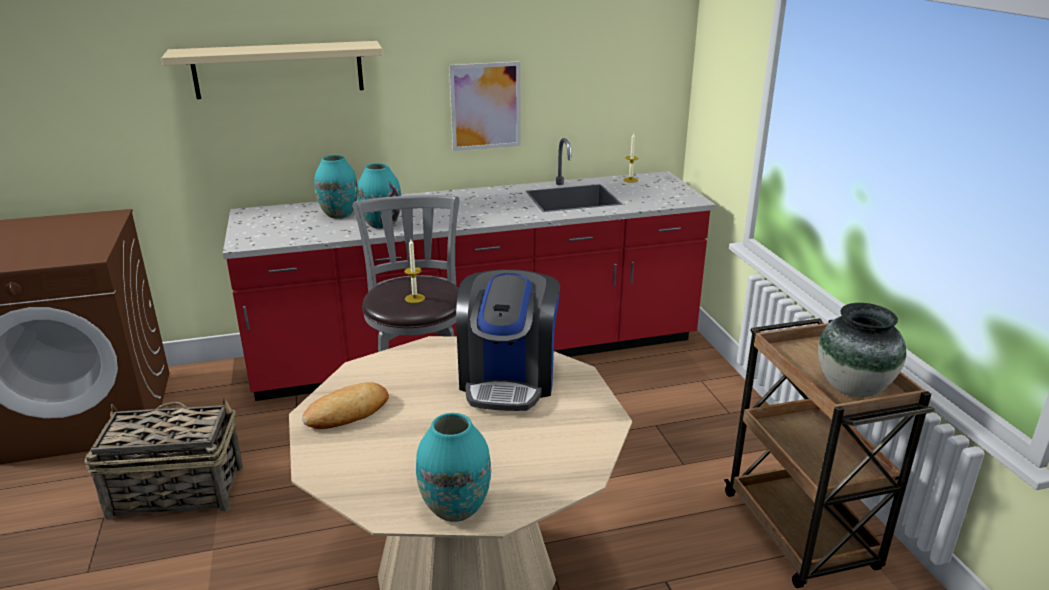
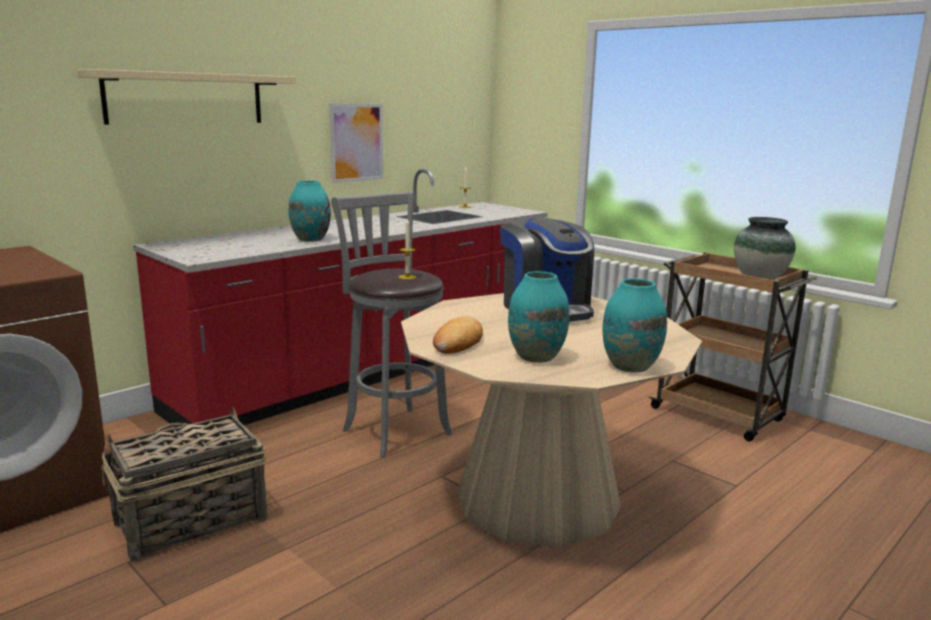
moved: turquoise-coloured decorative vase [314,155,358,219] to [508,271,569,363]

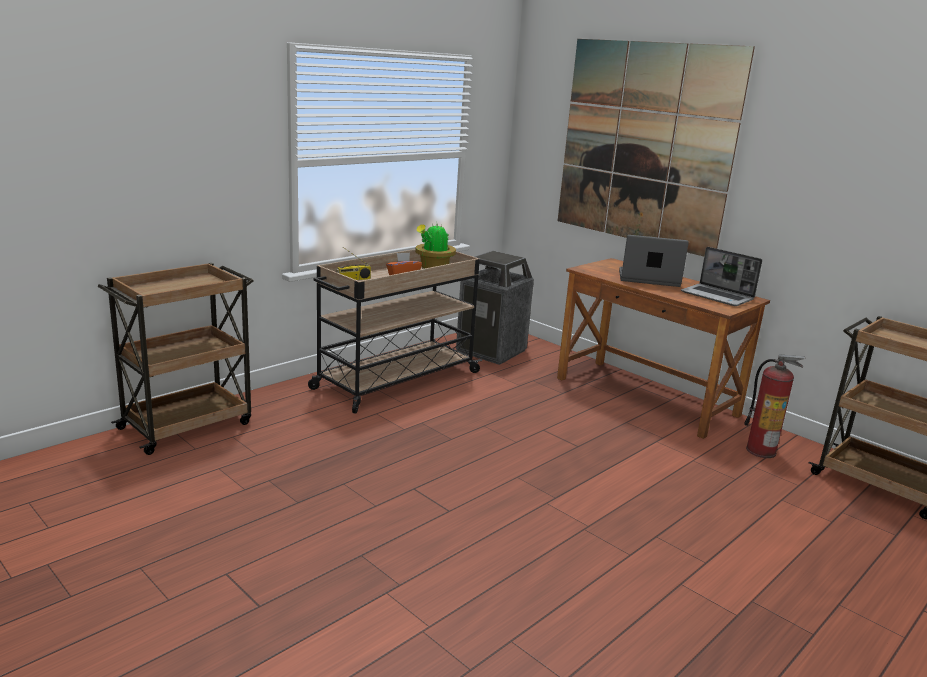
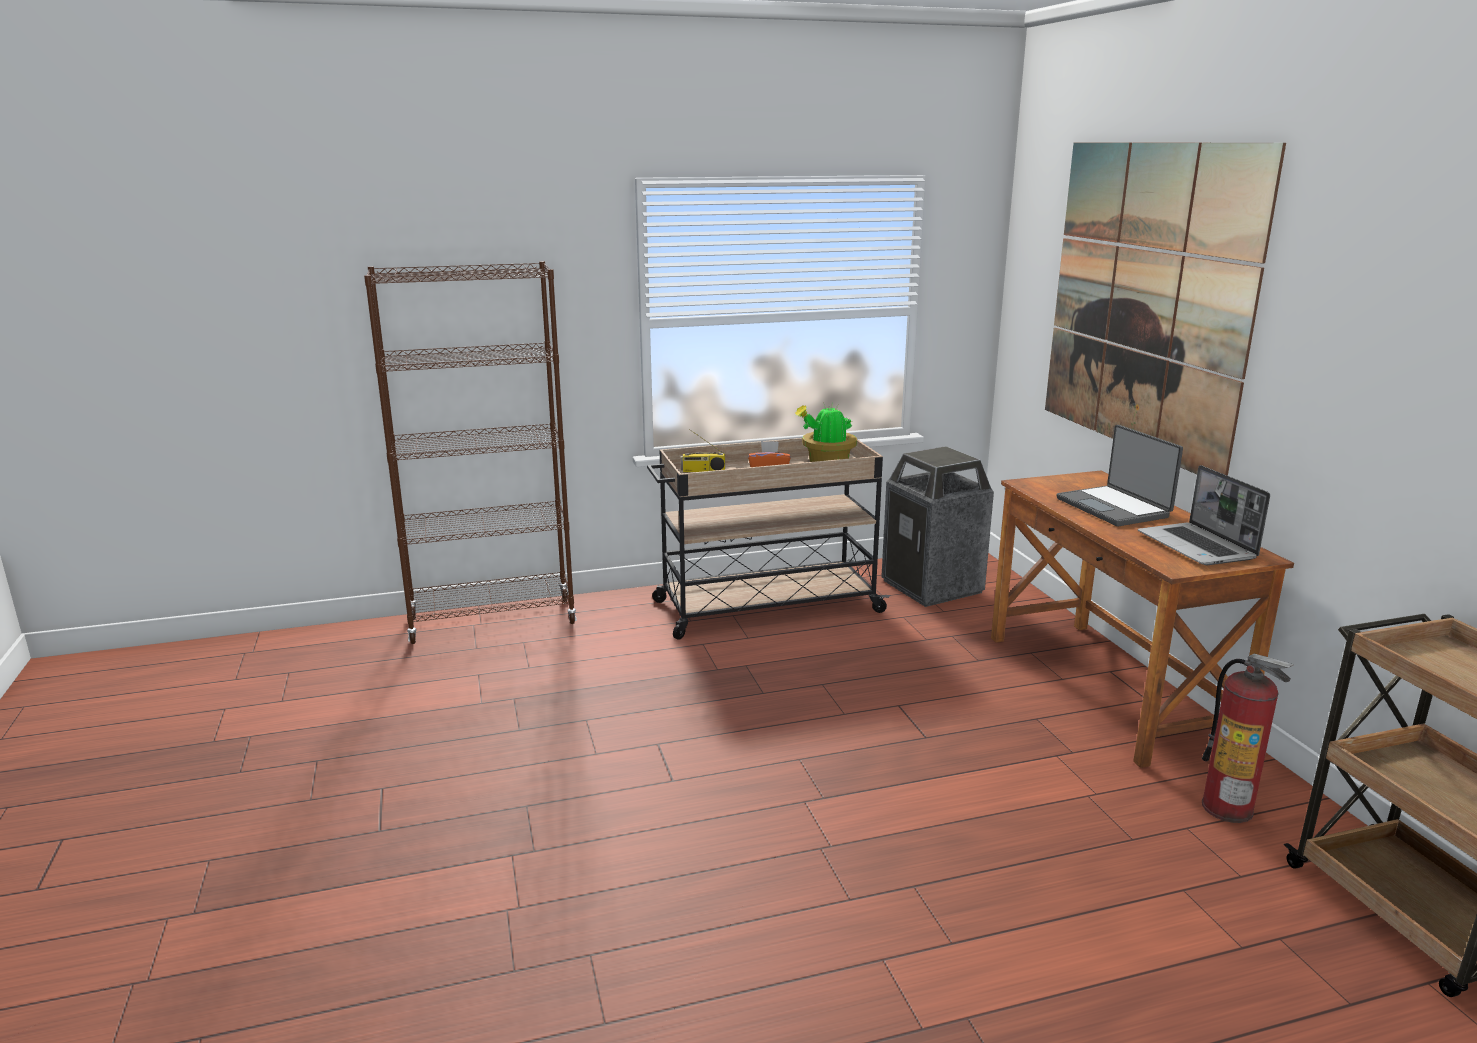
replaced: brownish trolley [98,263,253,455] to brownish bookshelf [364,261,577,644]
turned: laptop [619,235,689,287] = [1056,425,1183,526] 150 degrees counterclockwise

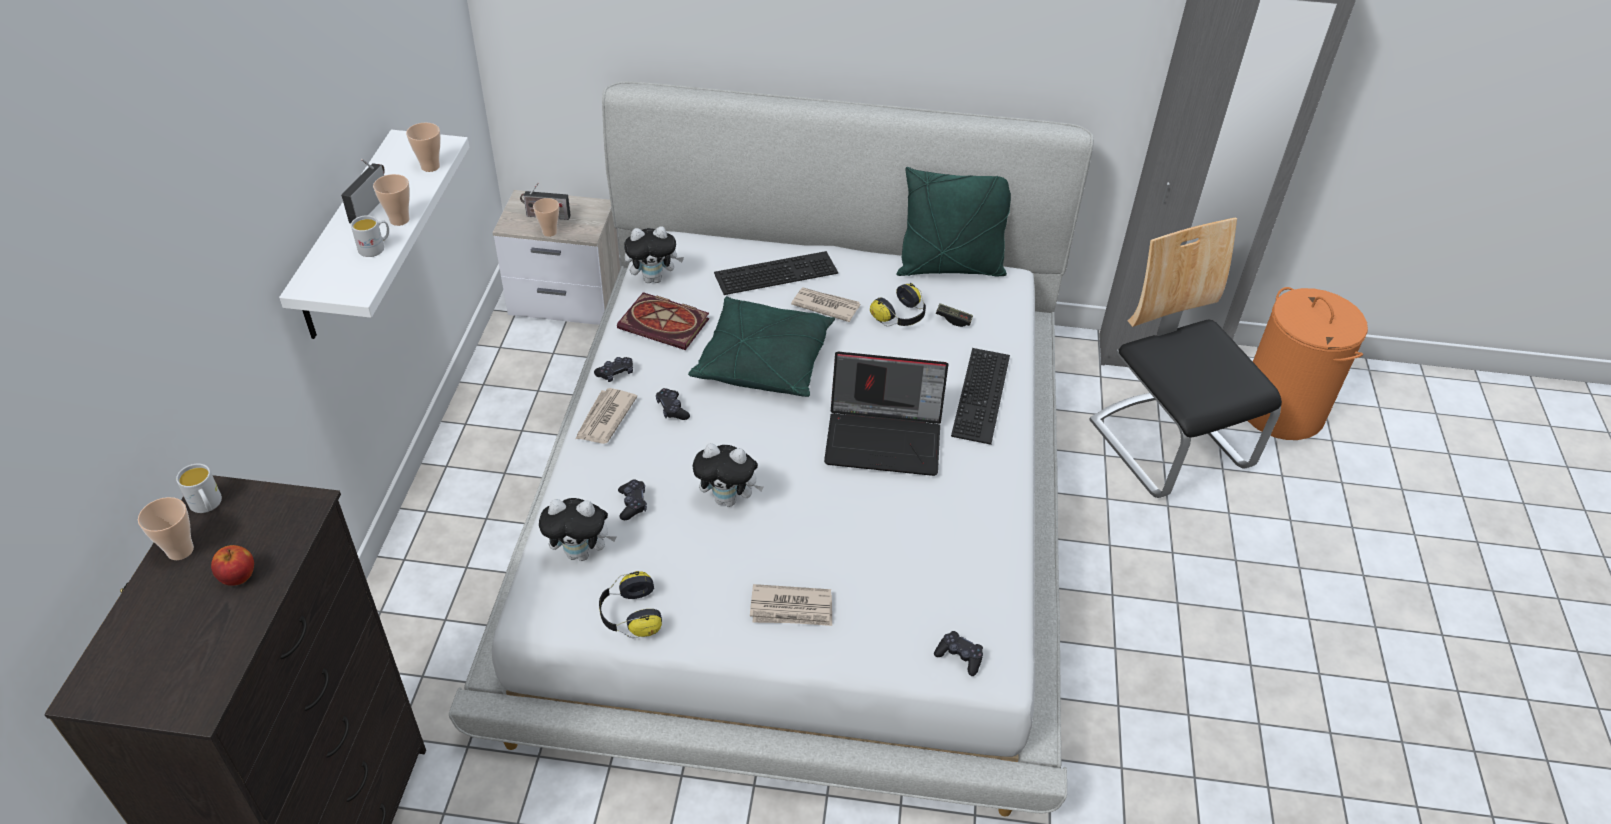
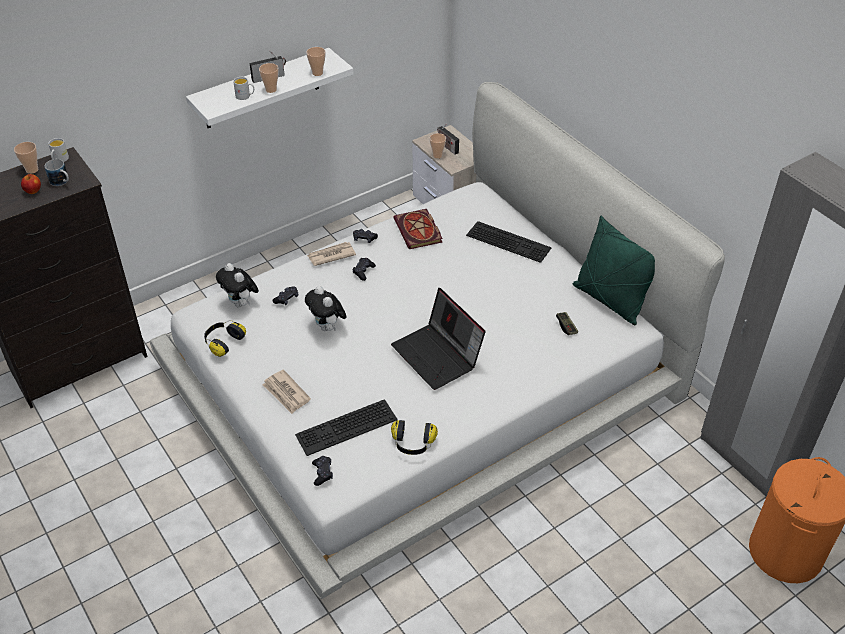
removed: plush toy [624,226,684,283]; green pillow [688,296,835,397]; daily paper [791,287,860,322]; chair [1089,217,1282,498]
added: tea mug [44,159,69,186]
moved: pair of headphones [870,283,926,327] to [391,420,438,455]; PC keyboard [951,348,1010,445] to [295,399,398,456]

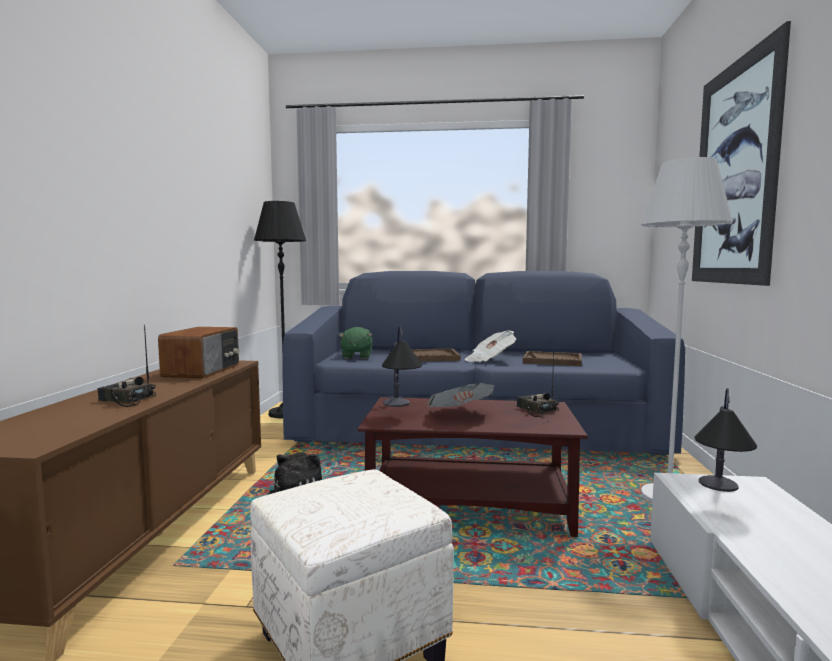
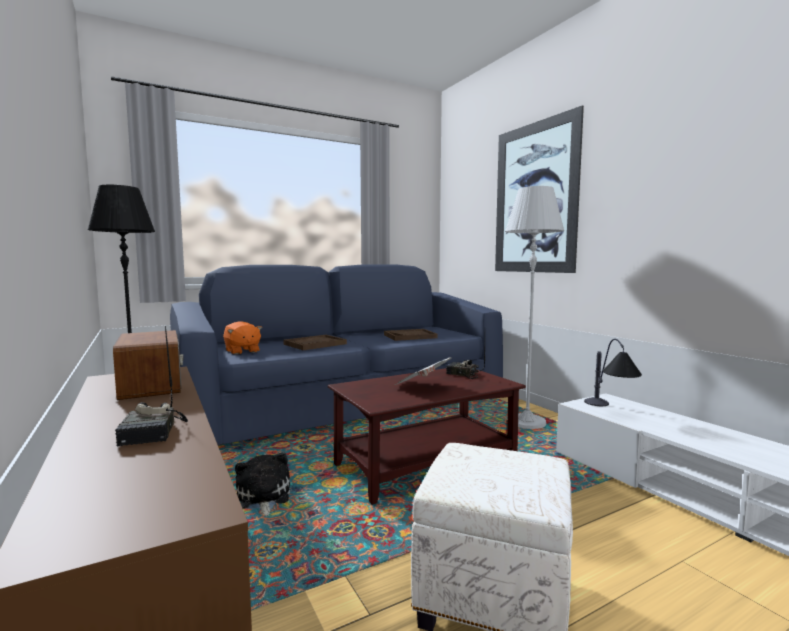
removed: tabletop lamp [382,326,422,407]; daily paper [465,330,516,362]
recoloured: green plush toy [338,327,373,359] to orange plush toy [223,321,262,355]
turned: radio receiver [98,325,156,407] = [115,326,188,447] 90 degrees counterclockwise

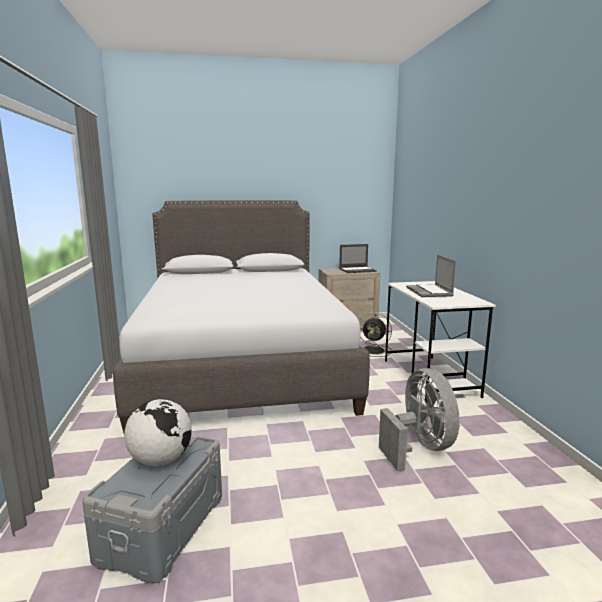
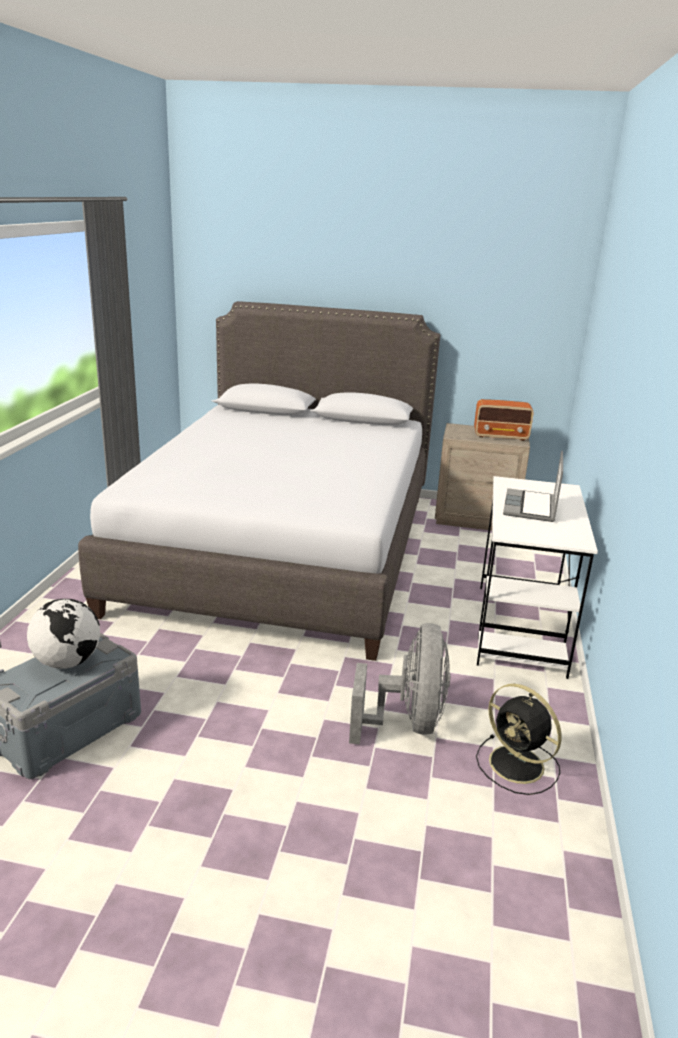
moved: black-coloured electric fan [359,312,392,357] to [476,684,562,795]
replaced: laptop [339,244,377,273] to radio receiver [474,399,533,441]

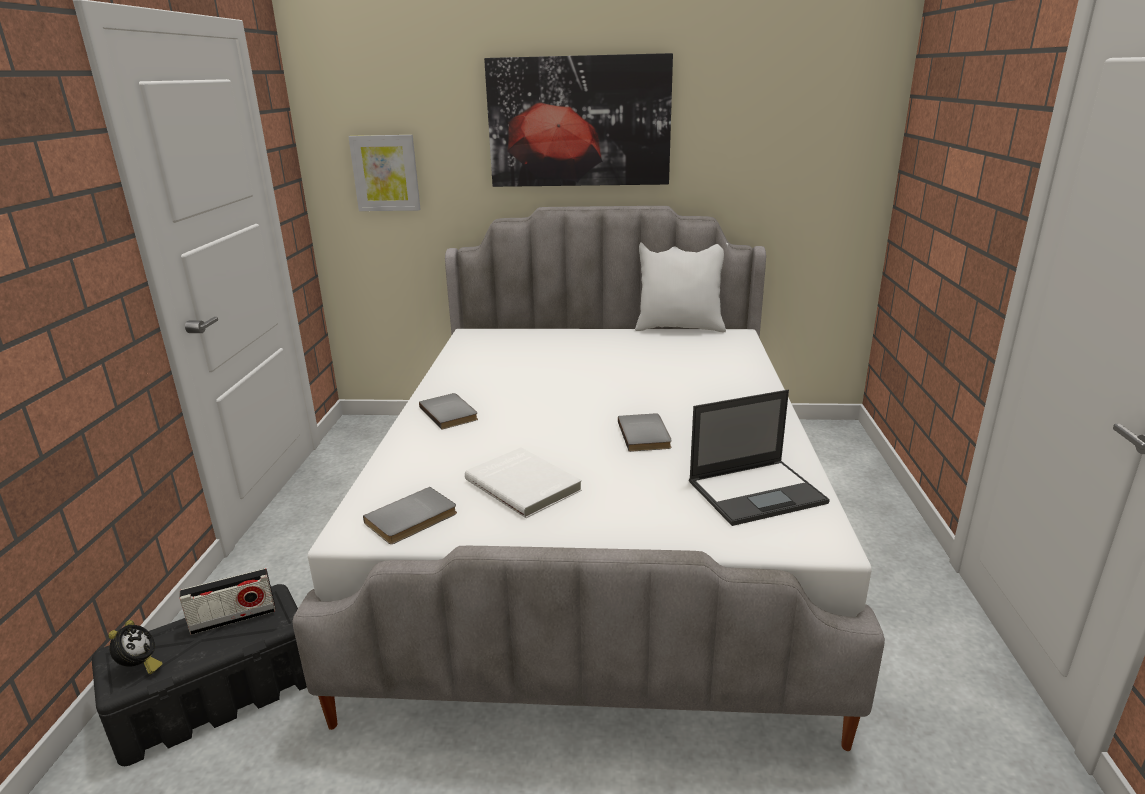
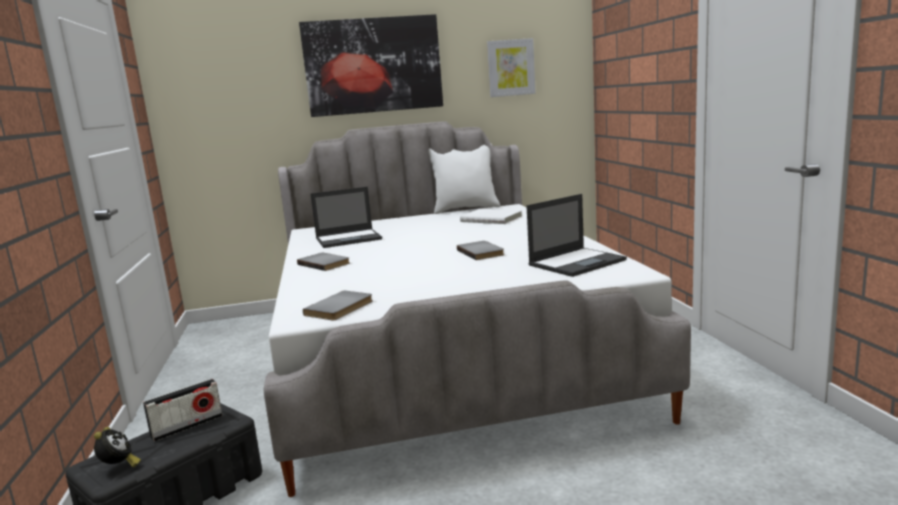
added: laptop [311,187,382,248]
moved: wall picture [348,135,421,211] to [487,38,535,97]; white book [465,447,582,518] to [460,209,522,224]

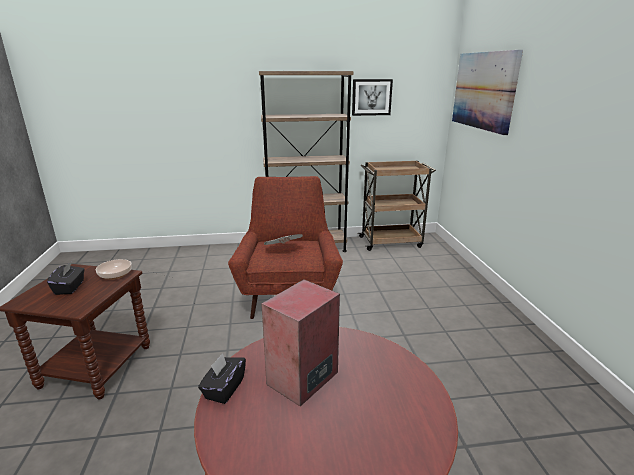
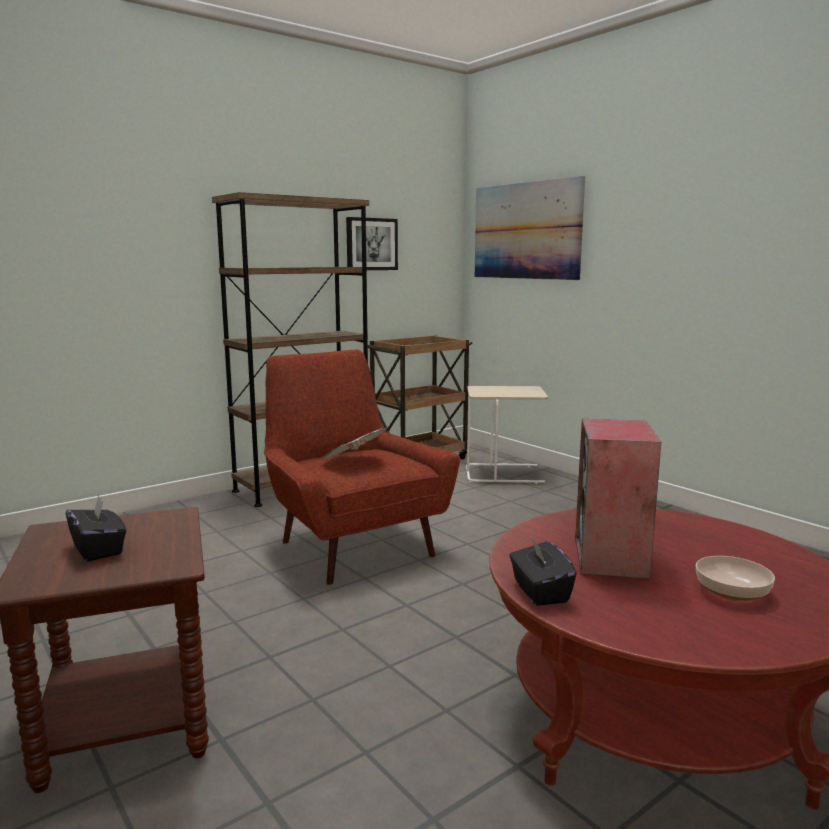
added: beige side table [466,386,548,484]
moved: serving bowl [96,259,132,280] to [696,556,775,601]

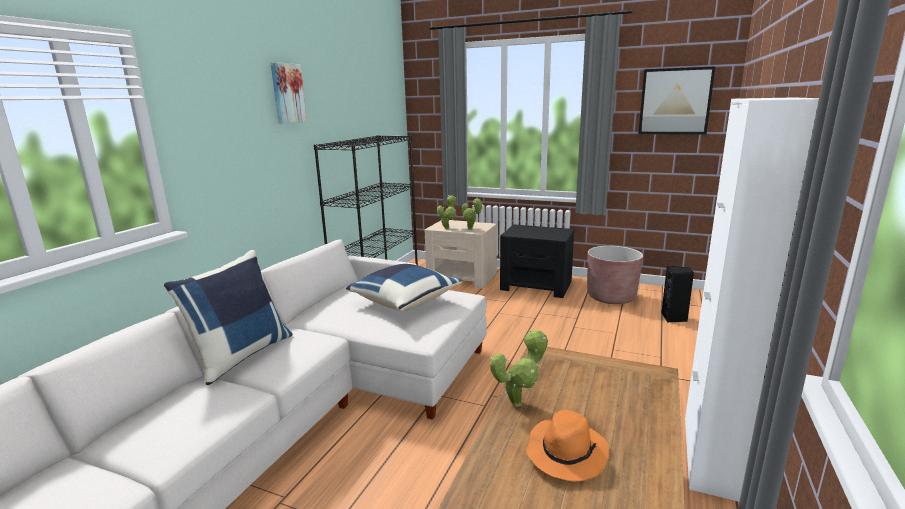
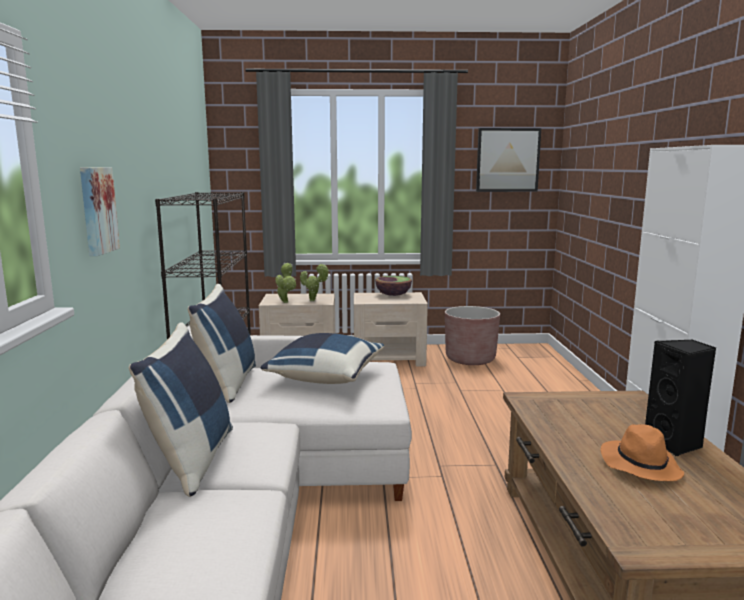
removed: potted plant [490,329,548,407]
added: blue-coloured pillow [187,284,256,403]; serving bowl [375,276,412,296]
moved: wall picture [271,62,307,124] to [80,167,120,256]; black-coloured loudspeaker [661,266,694,323] to [645,339,716,456]
recoloured: black-coloured nightstand [500,224,574,298] to beige nightstand [354,292,428,367]

